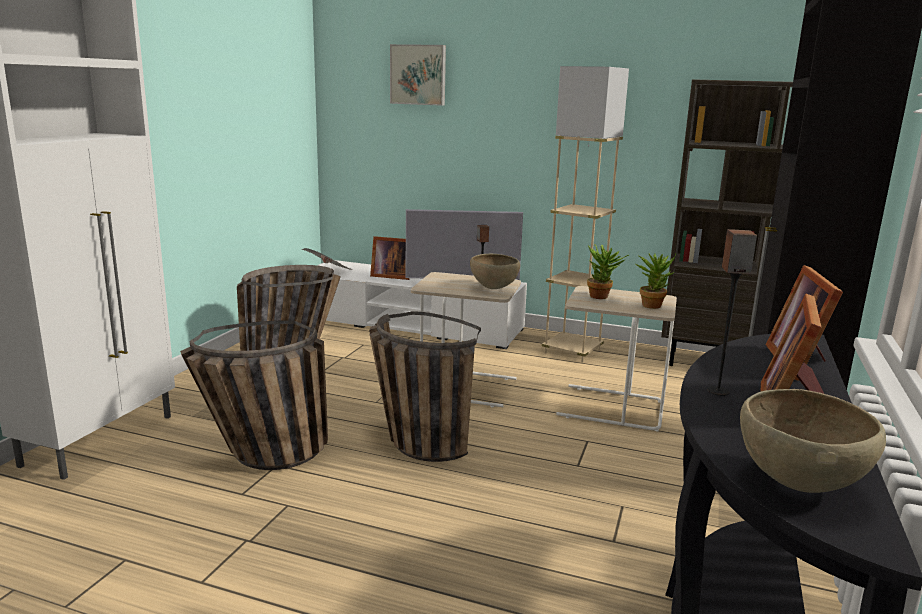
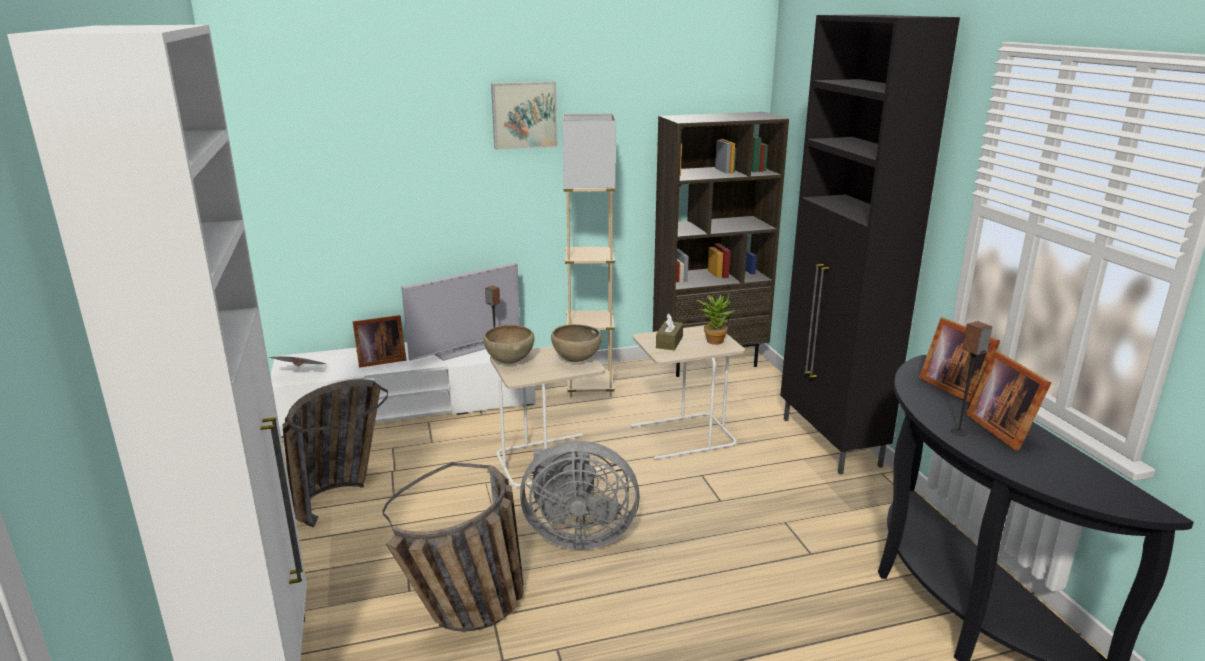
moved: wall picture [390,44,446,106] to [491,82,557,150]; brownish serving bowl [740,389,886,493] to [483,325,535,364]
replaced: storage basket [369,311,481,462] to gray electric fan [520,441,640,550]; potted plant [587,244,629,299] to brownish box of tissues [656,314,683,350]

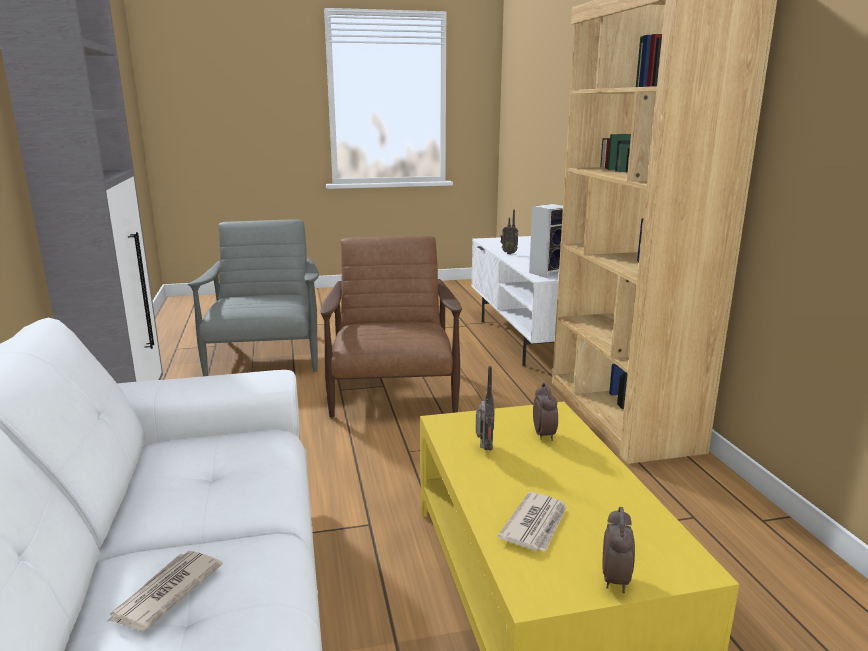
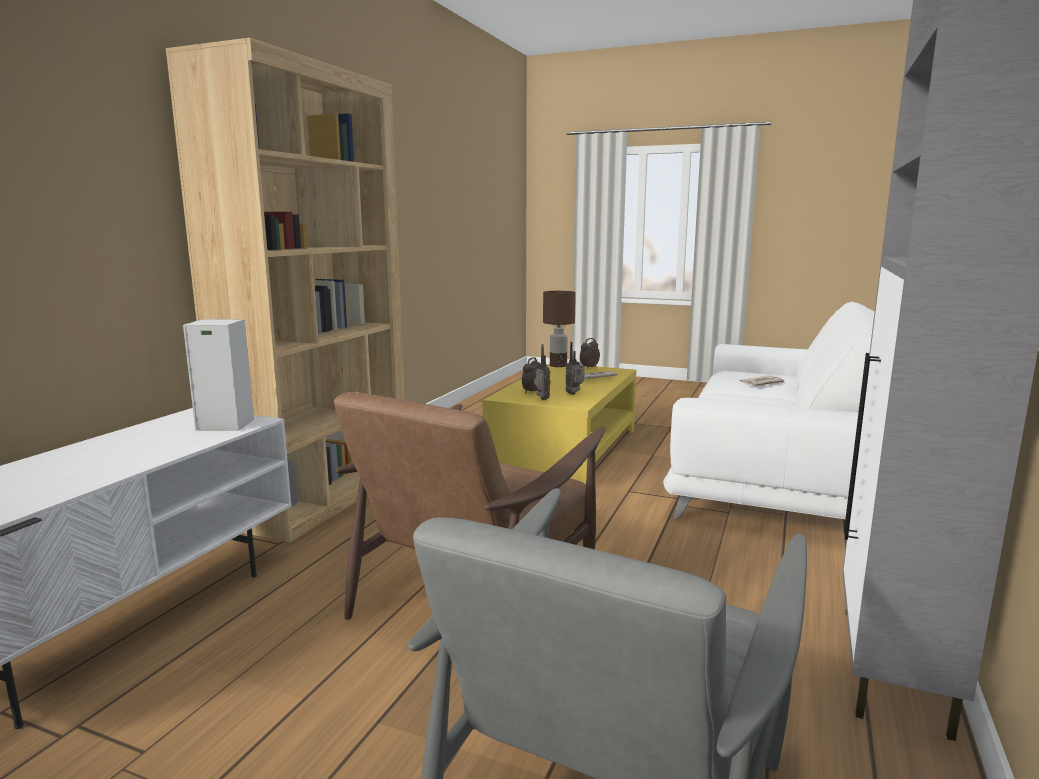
added: brownish tabletop lamp [543,291,576,367]
moved: radio receiver [501,210,518,254] to [534,344,550,400]

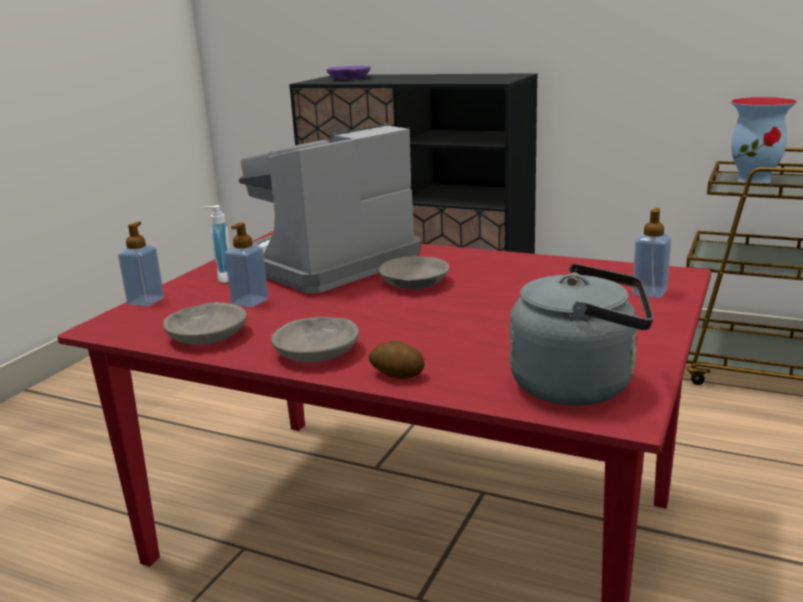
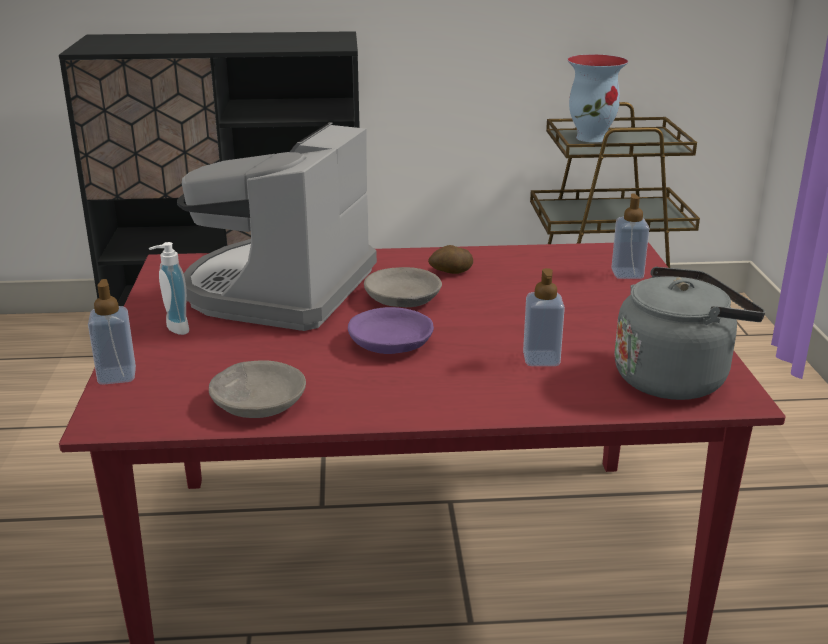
removed: gray serving bowl [271,317,359,362]
moved: soap bottle [225,222,268,307] to [523,268,565,366]; purple serving bowl [326,66,371,79] to [348,307,434,354]; spud [369,340,425,379] to [428,245,473,274]

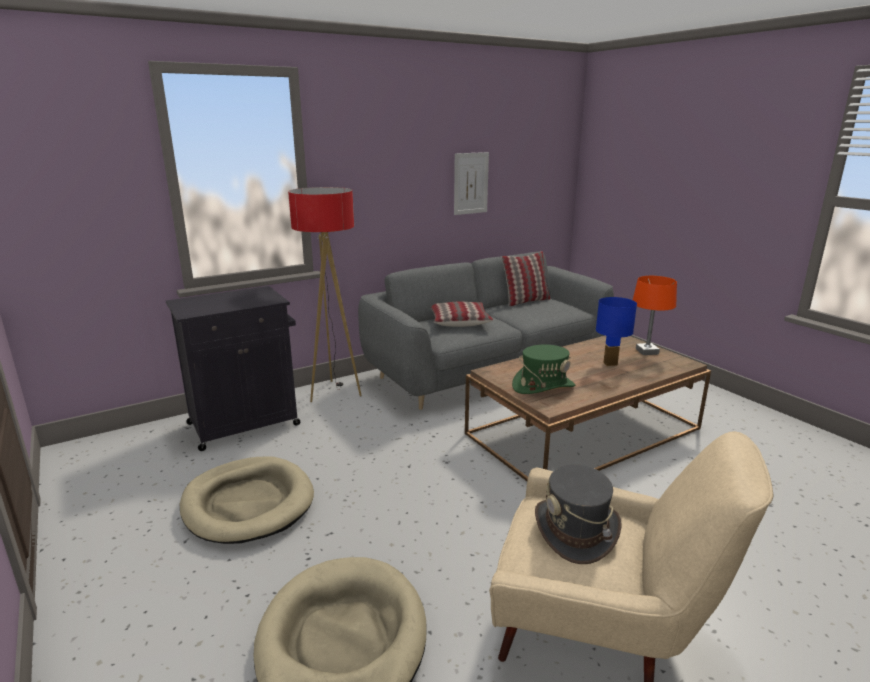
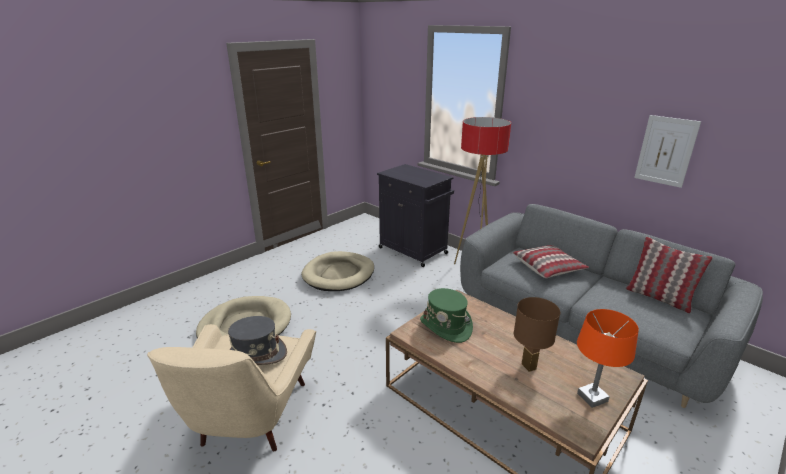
recoloured: blue-coloured tabletop lamp [596,297,637,366] to brownish tabletop lamp [514,297,560,372]

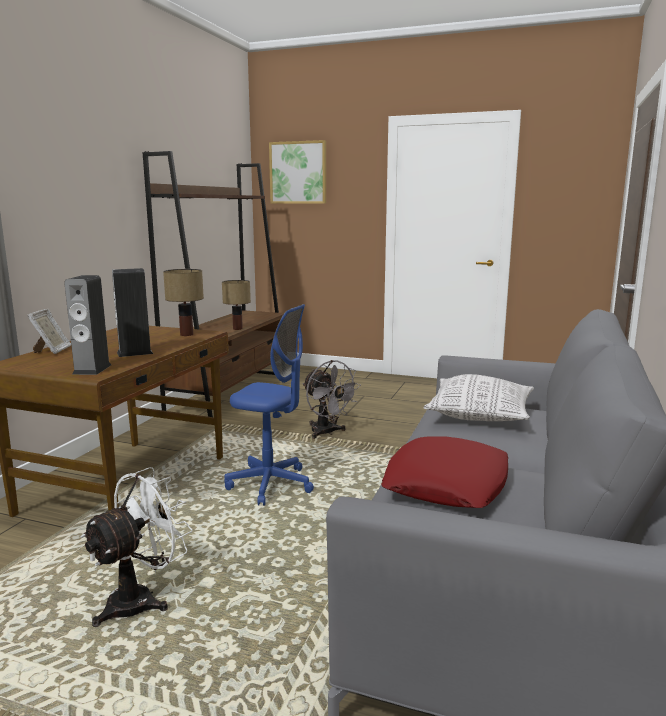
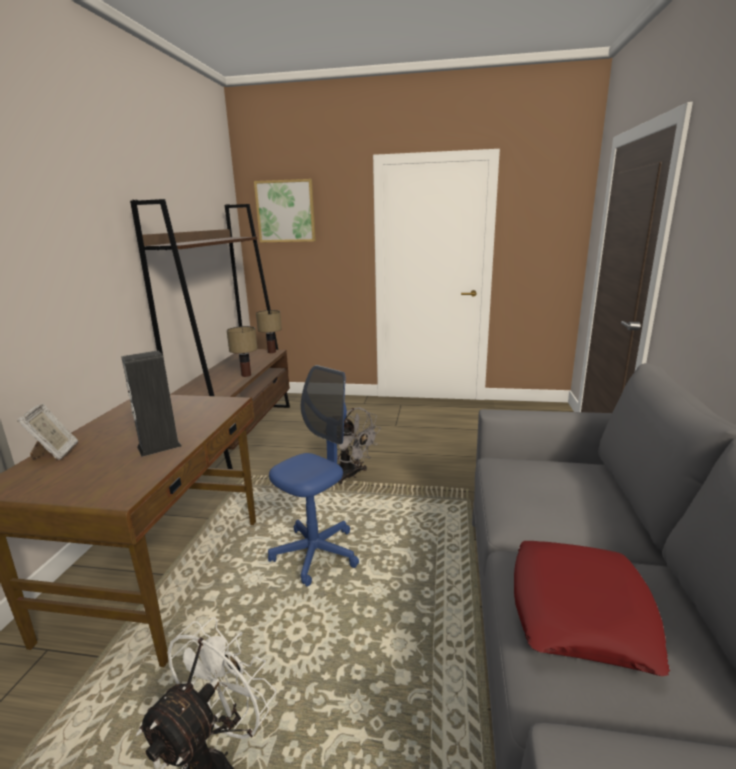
removed: loudspeaker [64,275,111,375]; pillow [424,374,534,421]
moved: tabletop lamp [163,269,204,336] to [256,310,282,353]
turned: blue-coloured computer chair [224,304,314,506] = [268,365,359,587] 60 degrees counterclockwise

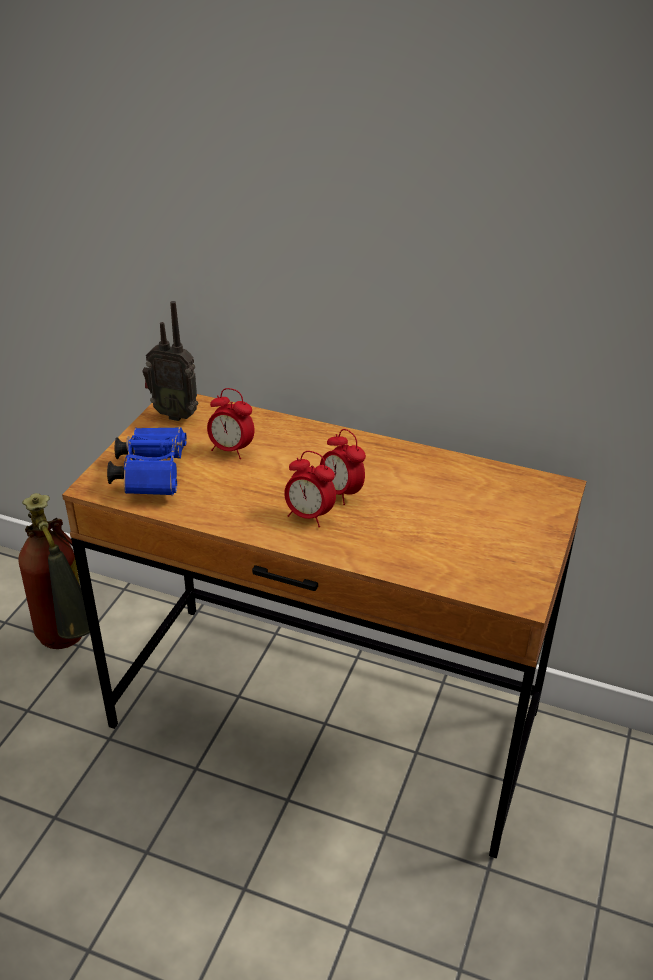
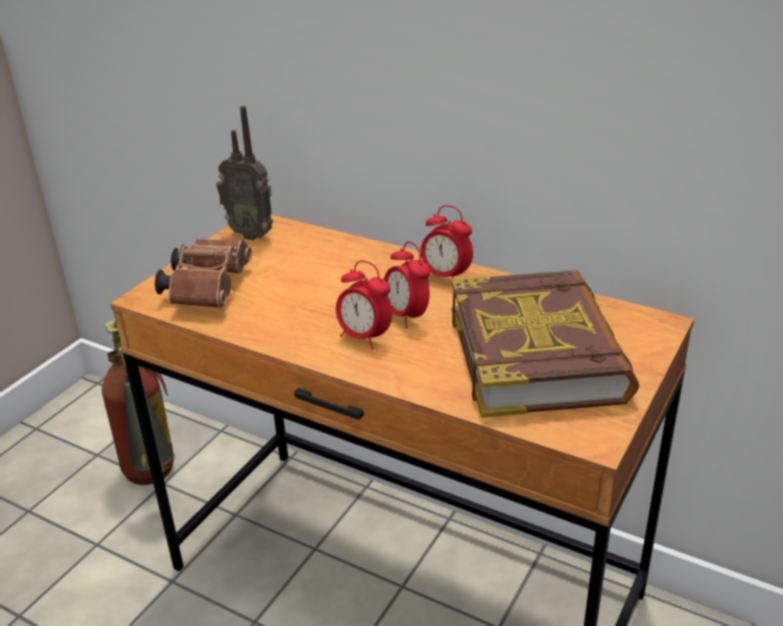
added: book [452,270,639,418]
moved: alarm clock [207,388,255,459] to [421,205,473,278]
recoloured: blue-coloured pair of binoculars [107,427,187,495] to brownish pair of binoculars [155,239,252,308]

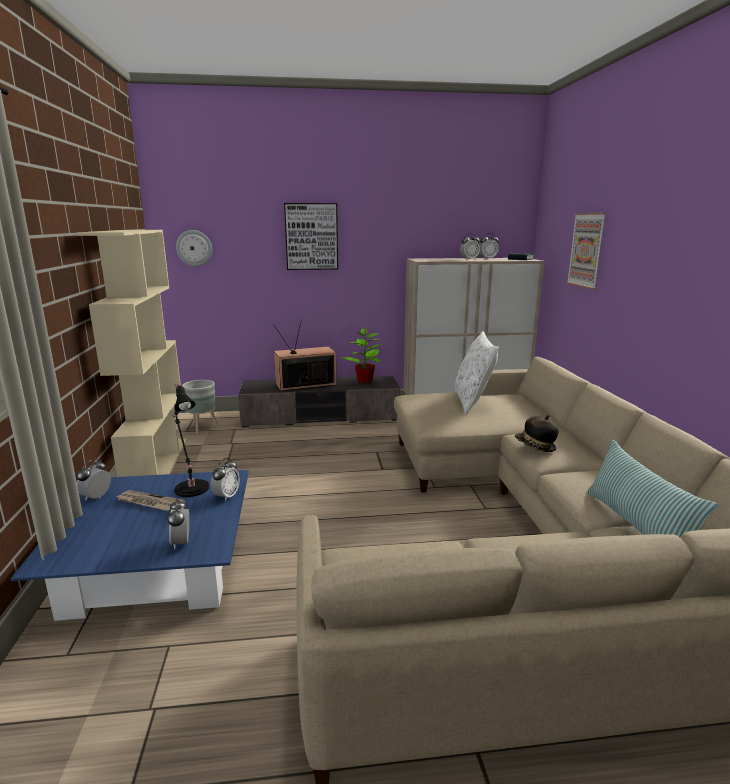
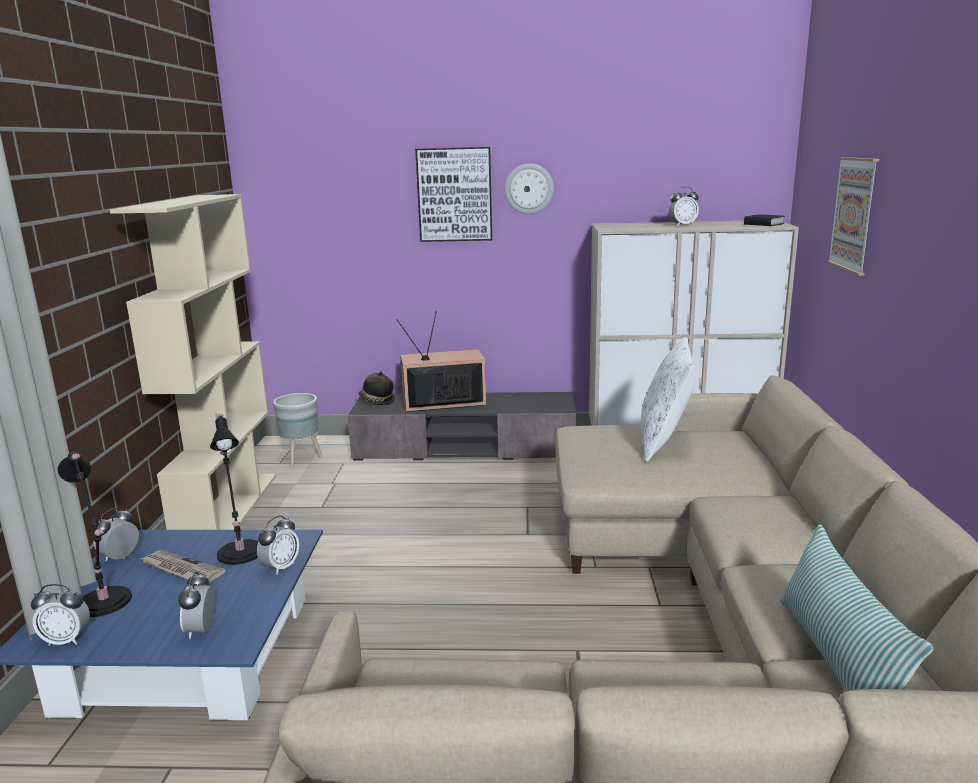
removed: potted plant [341,328,382,383]
added: black-coloured tabletop lamp [58,452,132,617]
moved: hanging clock [176,230,212,266] to [505,163,554,214]; alarm clock [480,233,499,259] to [31,584,90,646]; clothing hat [515,415,558,452] to [358,372,395,405]

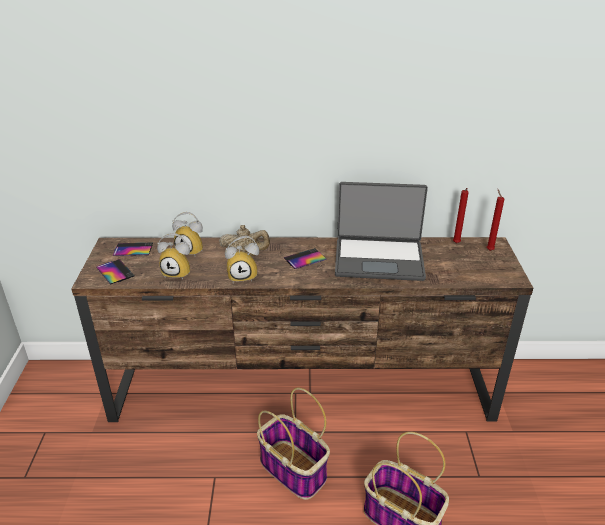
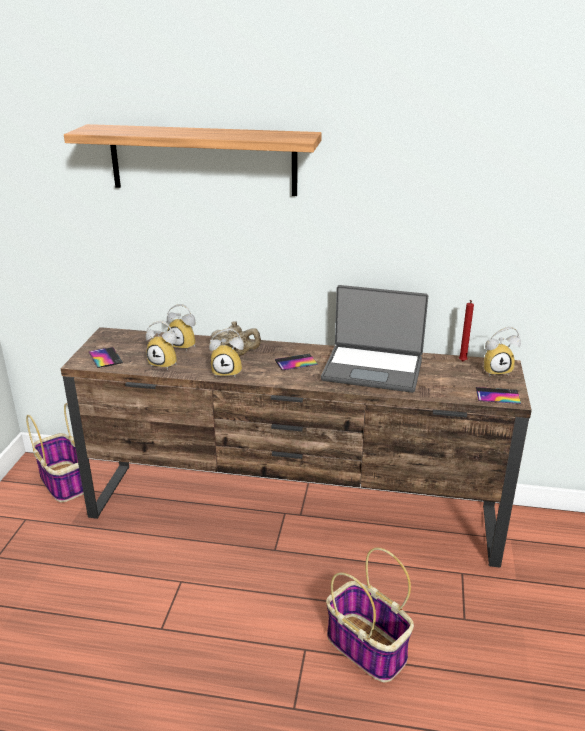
added: wall shelf [64,124,322,196]
moved: phone [113,243,153,256] to [476,387,521,404]; storage basket [257,388,330,500] to [26,403,84,502]
replaced: red-coloured wax candle [487,189,504,251] to alarm clock [483,327,521,376]

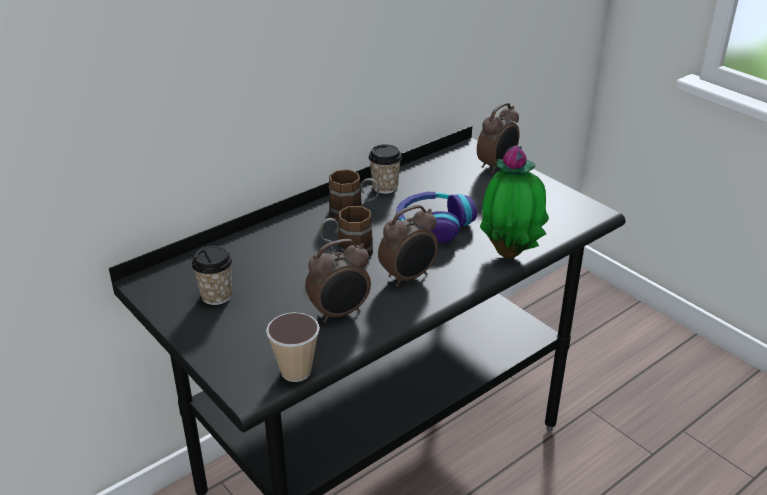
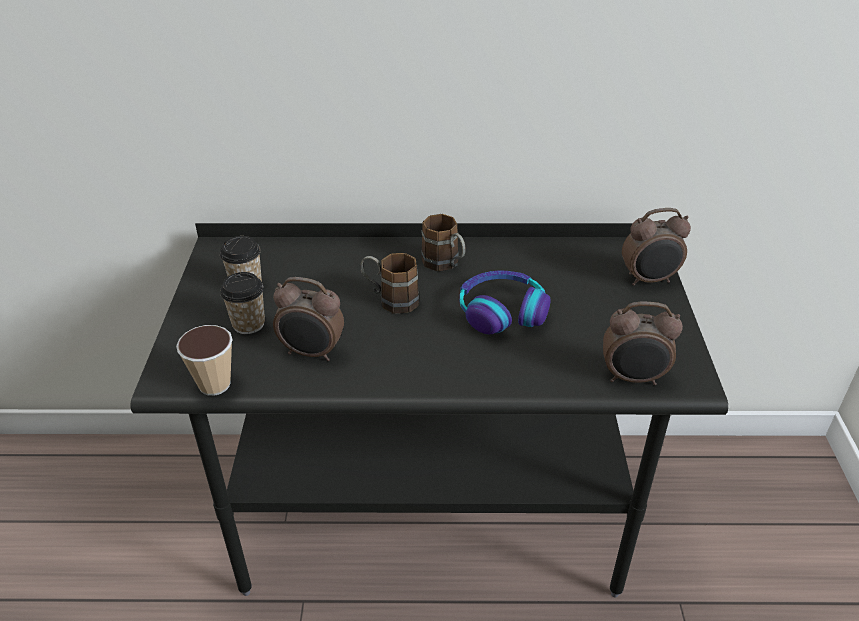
removed: potted plant [480,145,549,258]
moved: cup [369,144,402,194] to [220,272,265,334]; alarm clock [378,205,438,287] to [603,302,683,385]

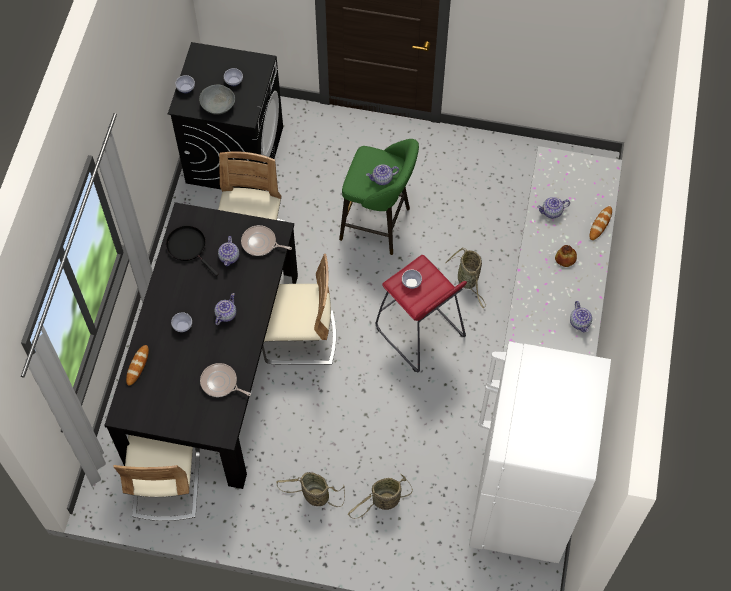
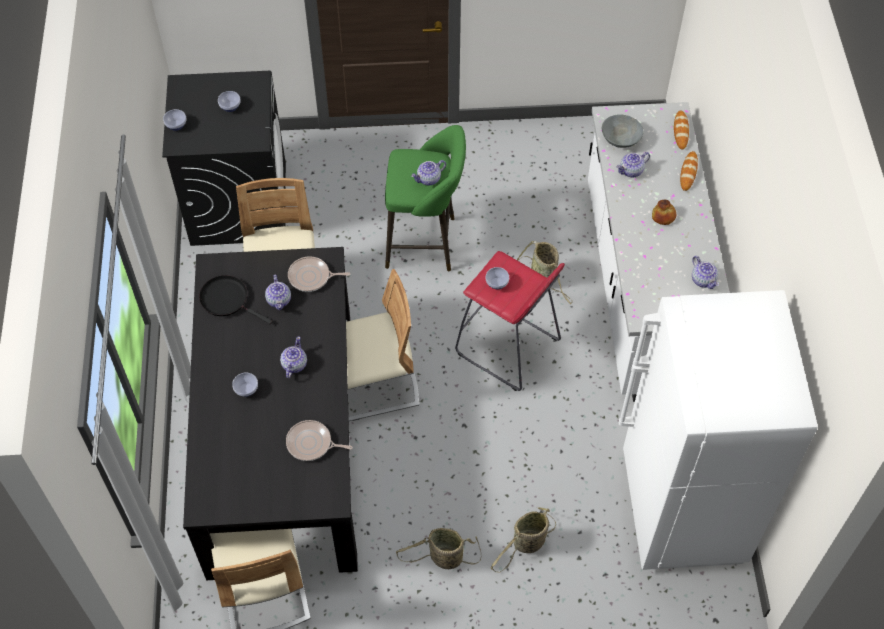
moved: bakery bread [126,345,149,386] to [674,110,689,150]; gray serving bowl [199,85,235,115] to [602,114,643,148]

